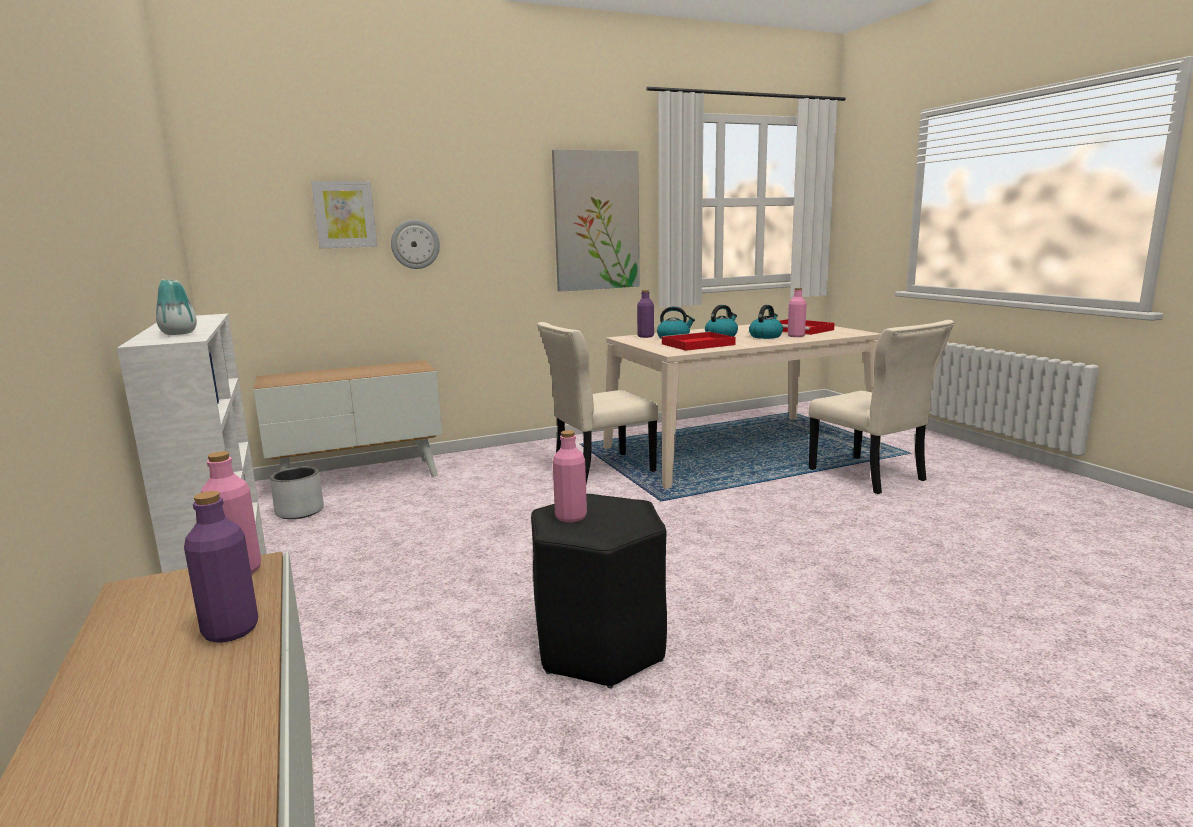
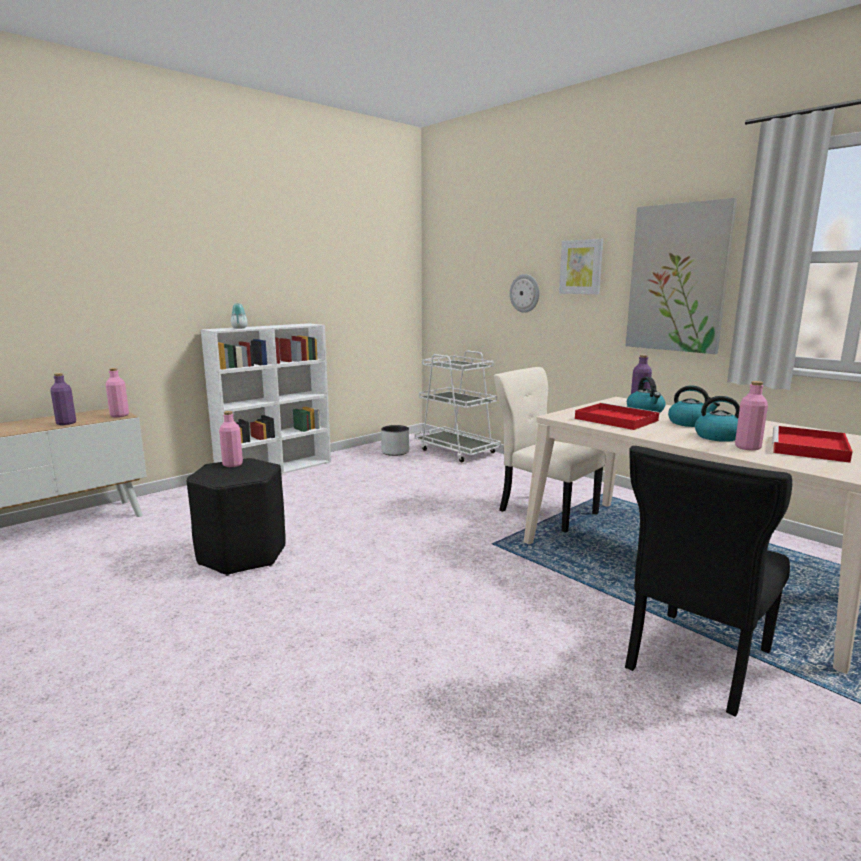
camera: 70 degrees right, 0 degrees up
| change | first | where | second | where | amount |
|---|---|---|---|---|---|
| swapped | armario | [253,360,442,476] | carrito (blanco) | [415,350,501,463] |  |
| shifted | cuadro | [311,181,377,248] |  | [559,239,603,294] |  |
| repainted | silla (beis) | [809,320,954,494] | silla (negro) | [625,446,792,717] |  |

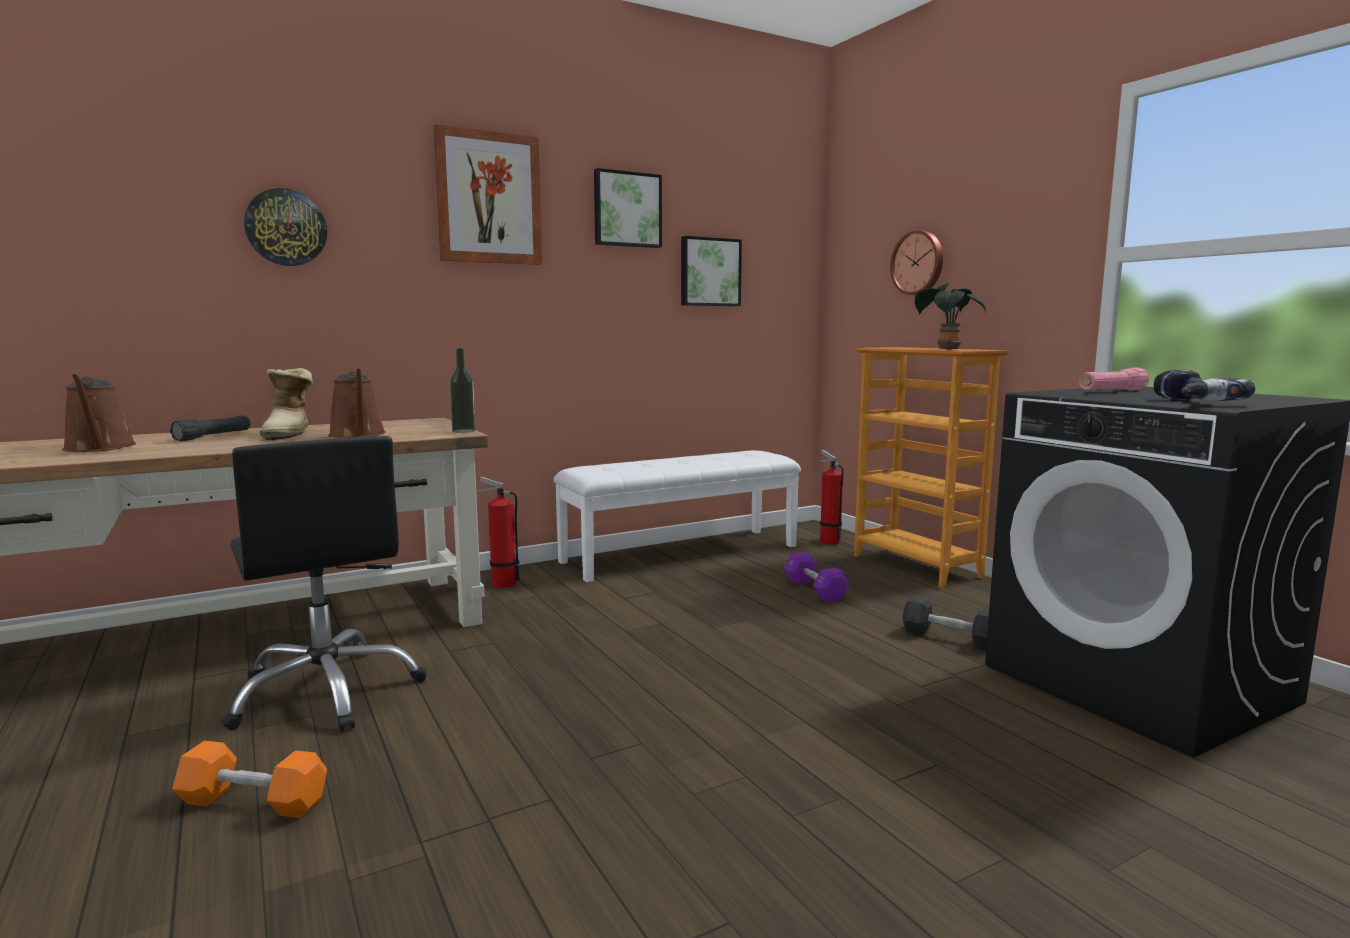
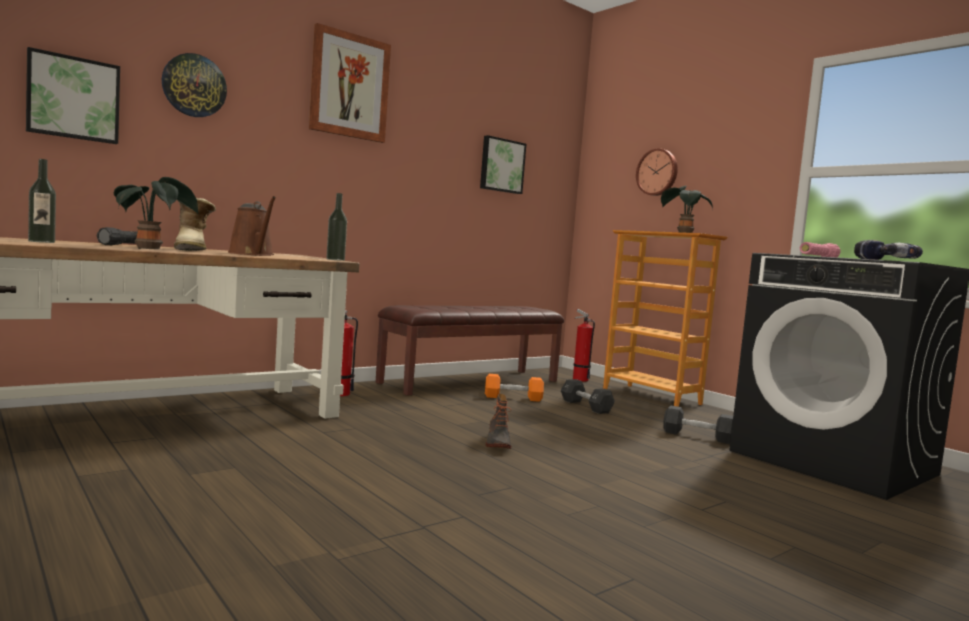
camera: 10 degrees left, 5 degrees down
| change | first | where | second | where | amount |
|---|---|---|---|---|---|
| swapped | regadera (marrón) | [62,374,136,452] | botella | [28,159,56,243] |  |
| shifted | mancuerna (naranja) | [172,741,327,818] |  | [485,374,544,402] |  |
| gone | silla de oficina (negro) | [221,436,427,732] |  |  |  |
| repainted | banco (blanco) | [554,451,801,582] | banco (marrón) | [376,305,564,396] |  |
| shifted | cuadro | [594,168,662,248] |  | [26,47,120,144] |  |
| repainted | mancuerna (morado) | [784,552,850,602] | mancuerna (negro) | [560,379,615,414] |  |
| new |  |  | planta en maceta | [114,177,199,250] |  |
| new |  |  | bota | [485,394,511,449] |  |

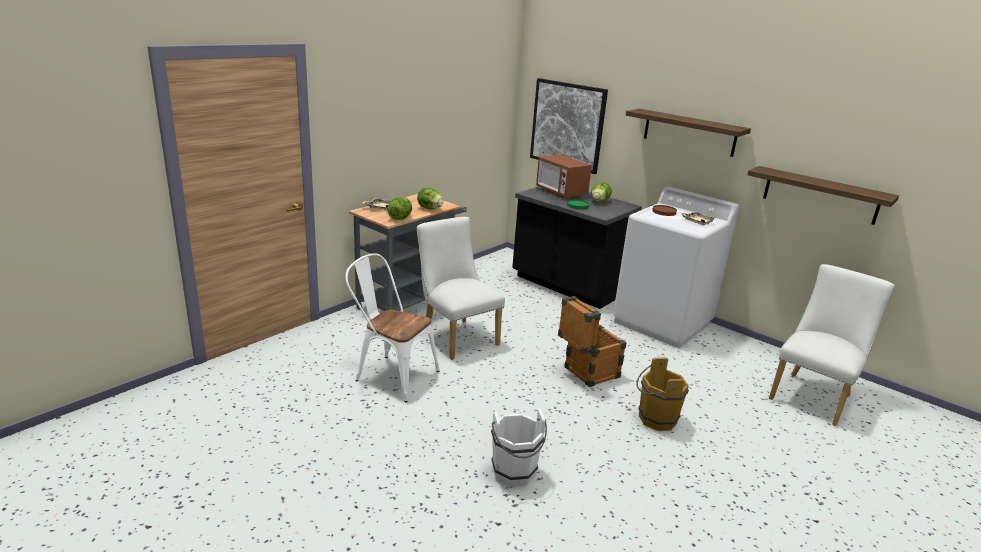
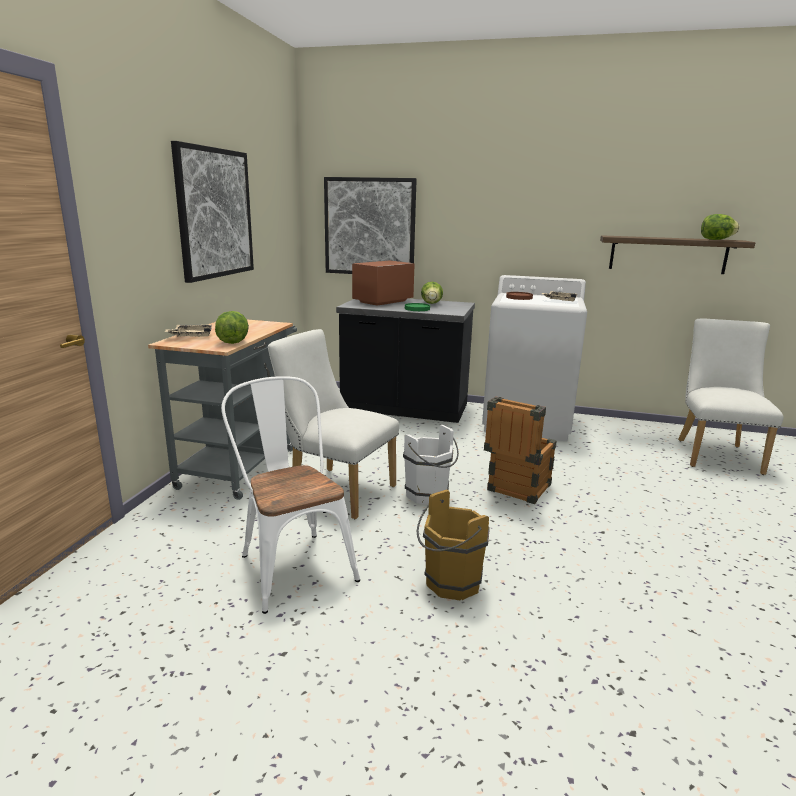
camera: 25 degrees left, 5 degrees down
| change | first | where | second | where | amount |
|---|---|---|---|---|---|
| rotated | silla (blanco) | [346,253,440,402] |  | [221,376,360,614] | 60 degrees clockwise |
| shifted | lechuga | [417,188,443,209] |  | [701,214,740,240] |  |
| shifted | cubo (blanco) | [491,409,547,487] |  | [403,425,459,505] |  |
| rotated | microondas | [536,154,592,199] |  | [352,261,415,306] | 105 degrees clockwise |
| gone | estante | [626,109,751,157] |  |  |  |
| shifted | cubo (marrón) | [636,358,689,431] |  | [417,489,490,600] |  |
| new |  |  | cuadro | [171,141,254,283] |  |

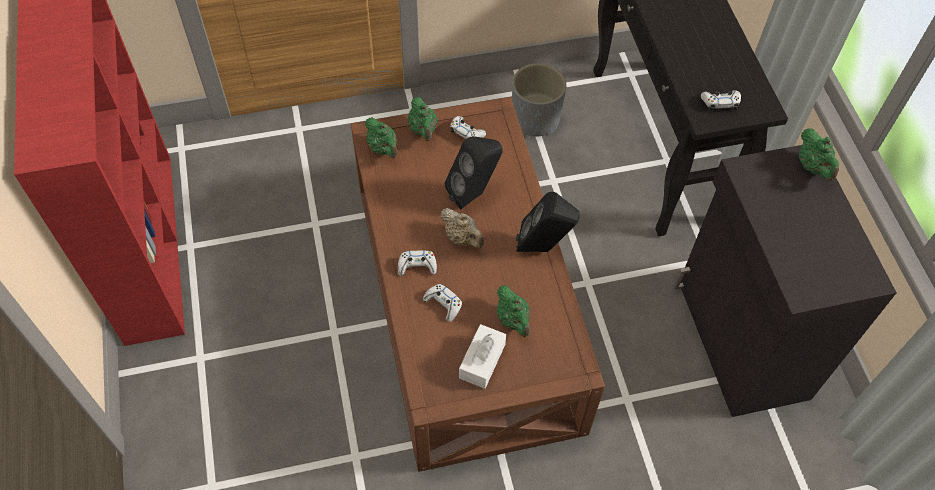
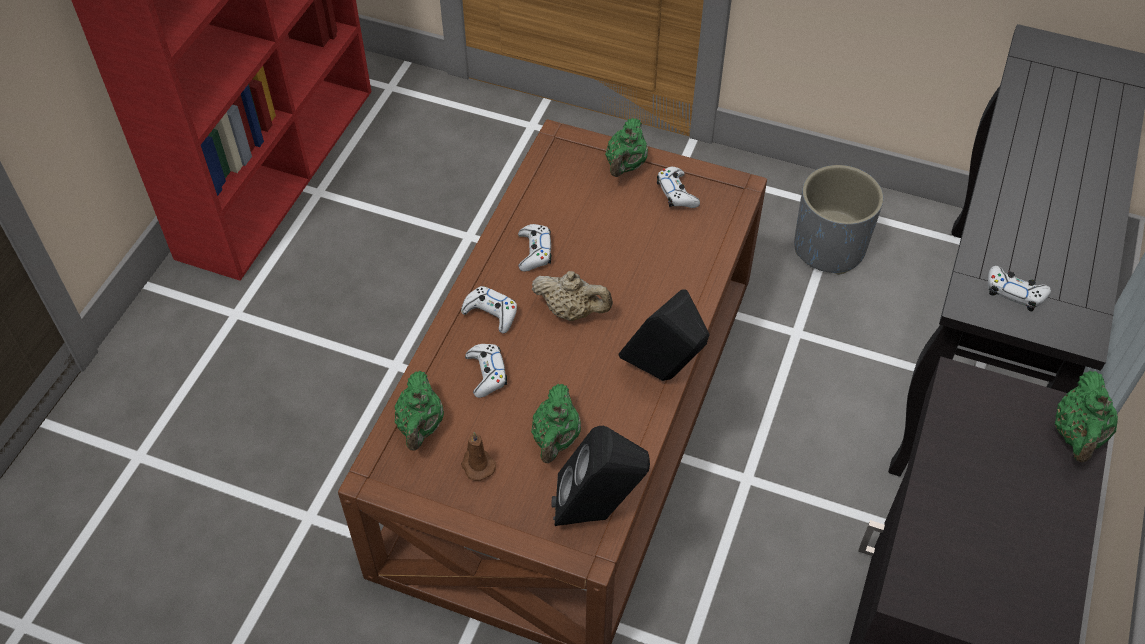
camera: 35 degrees right, 5 degrees down
| change | first | where | second | where | amount |
|---|---|---|---|---|---|
| shifted | tetera (verde) | [365,117,398,158] |  | [395,371,444,451] |  |
| rotated | tetera (beis) | [440,208,484,249] |  | [532,271,613,321] | 60 degrees counterclockwise |
| shifted | altavoz (negro) | [445,136,503,210] |  | [551,426,650,526] |  |
| swapped | caja de pañuelos (blanco) | [459,324,506,389] | vela (marrón) | [461,432,496,481] |  |
| new |  |  | mando de consola (blanco) | [518,224,552,272] |  |

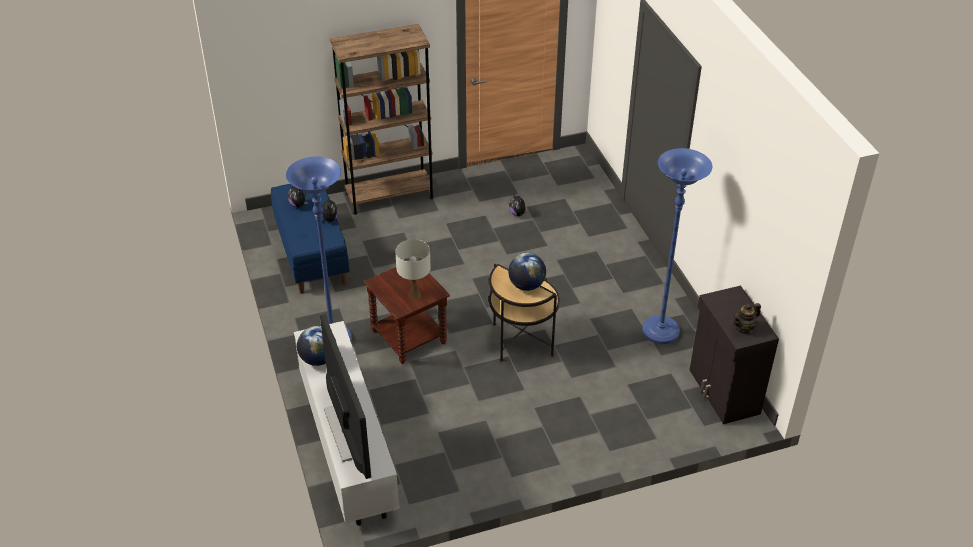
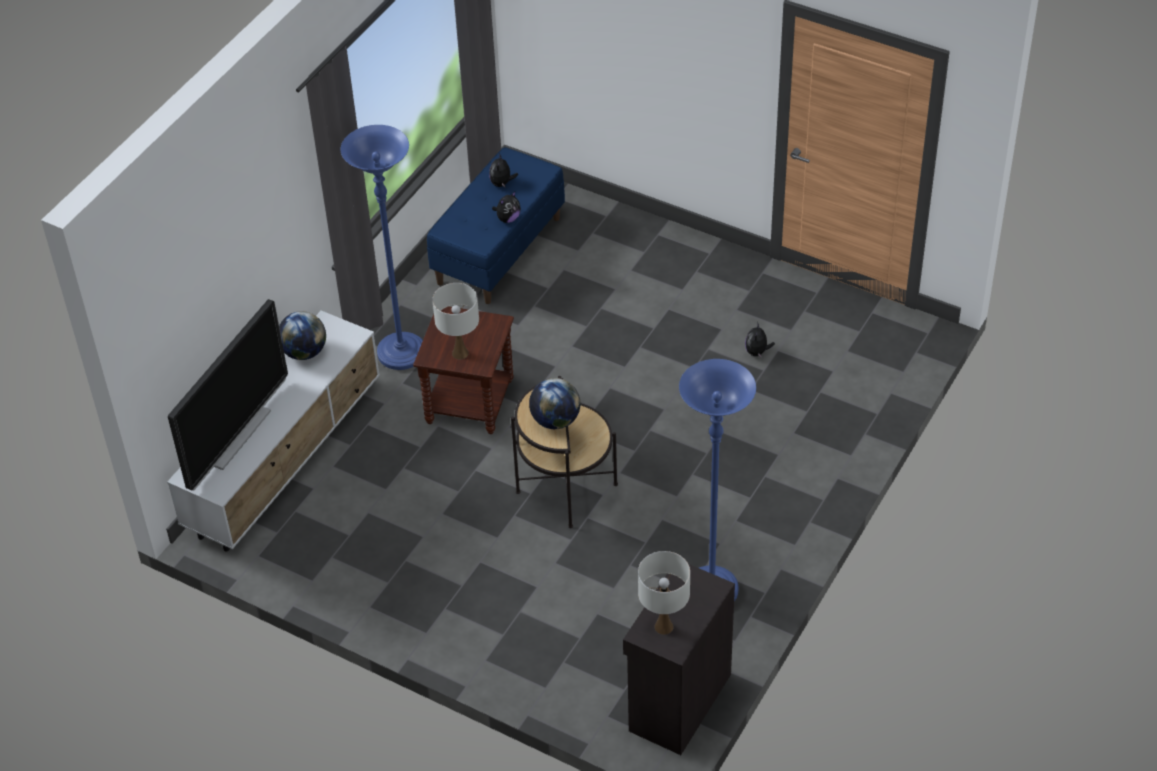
camera: 50 degrees right, 5 degrees up
| change | first | where | second | where | amount |
|---|---|---|---|---|---|
| gone | estantería (marrón) | [330,24,434,215] |  |  |  |
| swapped | tetera | [733,303,761,335] | lámpara de mesa (blanco) | [638,551,690,635] |  |

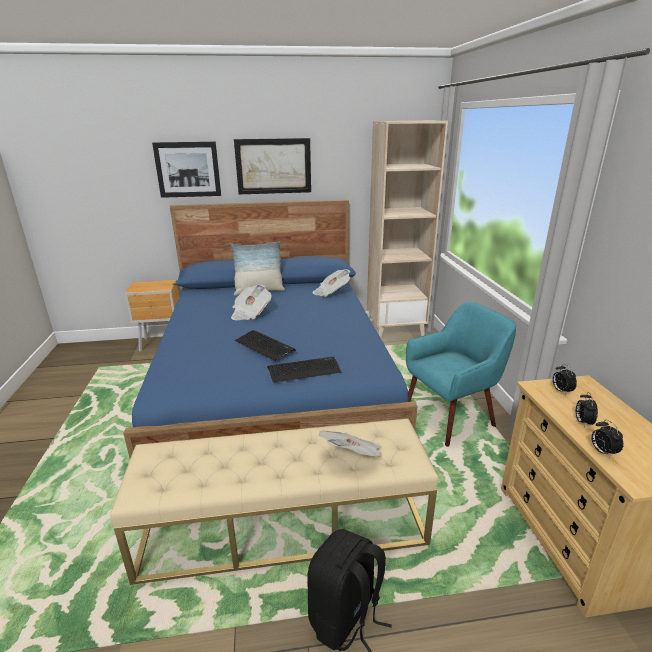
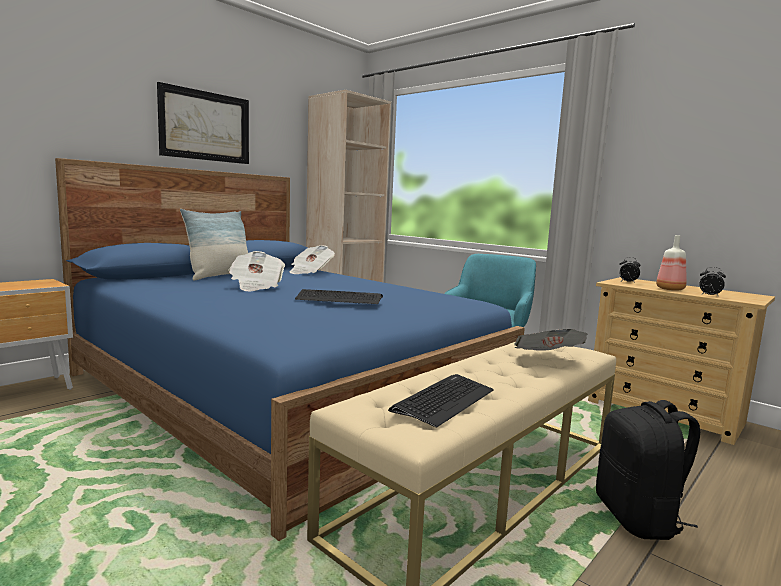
camera: 40 degrees left, 15 degrees down
| change | first | where | second | where | amount |
|---|---|---|---|---|---|
| gone | cuadro | [152,142,221,198] |  |  |  |
| shifted | teclado | [267,357,341,383] |  | [388,374,494,428] |  |
| swapped | despertador | [576,392,598,428] | botella | [656,235,687,291] |  |

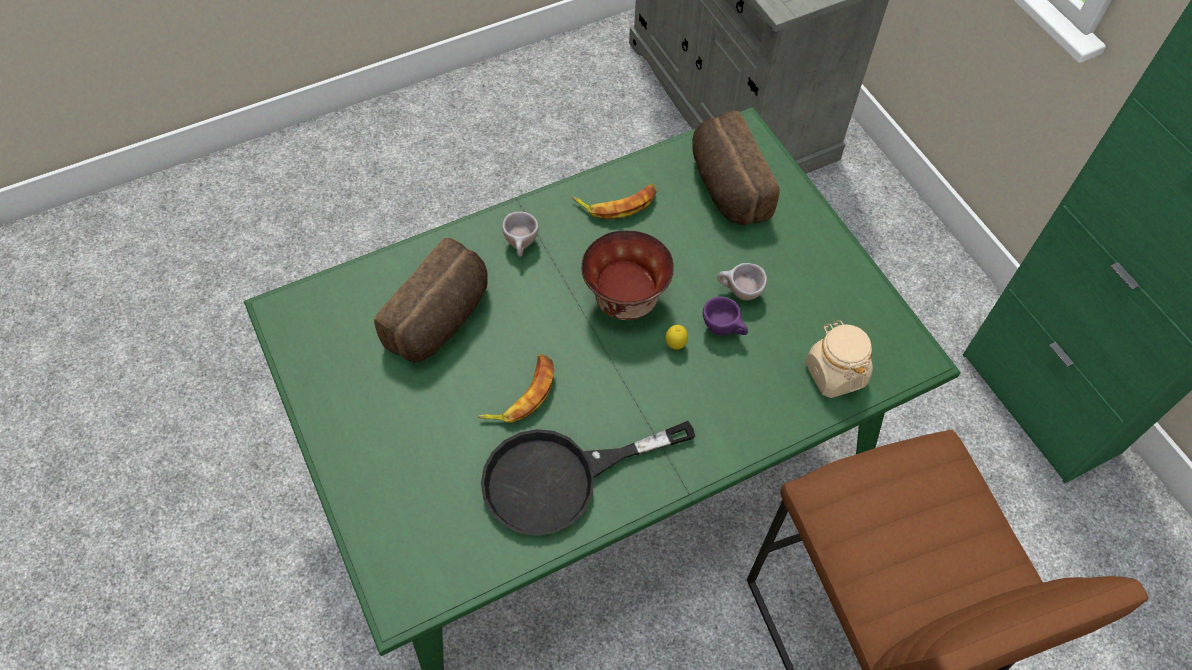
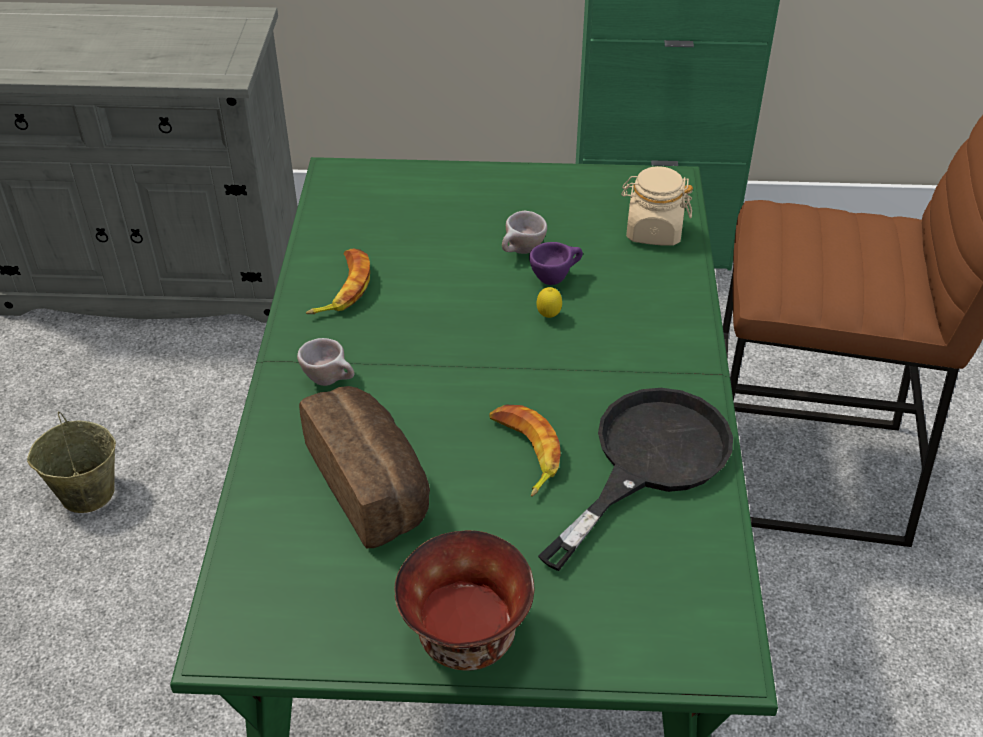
camera: 60 degrees left, 15 degrees down
| change | first | where | second | where | amount |
|---|---|---|---|---|---|
| rotated | sartén (negro) | [481,421,695,536] |  | [538,388,733,571] | 150 degrees counterclockwise |
| shifted | cuenco | [581,230,674,320] |  | [394,530,534,671] |  |
| gone | pan | [692,111,780,225] |  |  |  |
| new |  |  | cubo (beis) | [27,412,116,513] |  |

